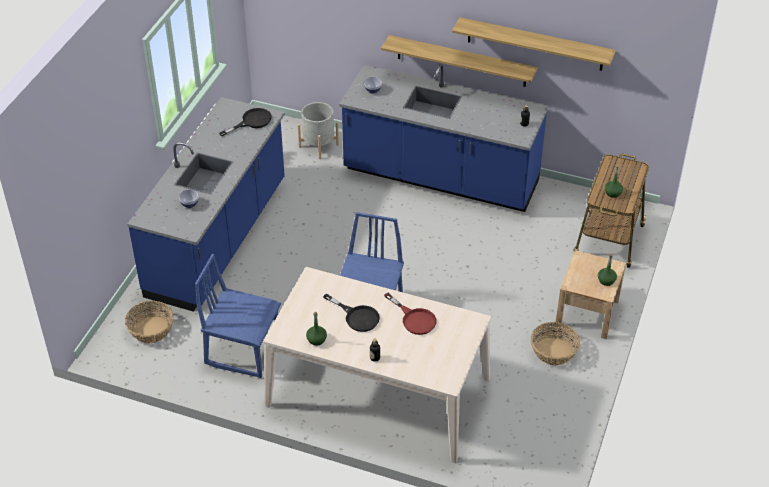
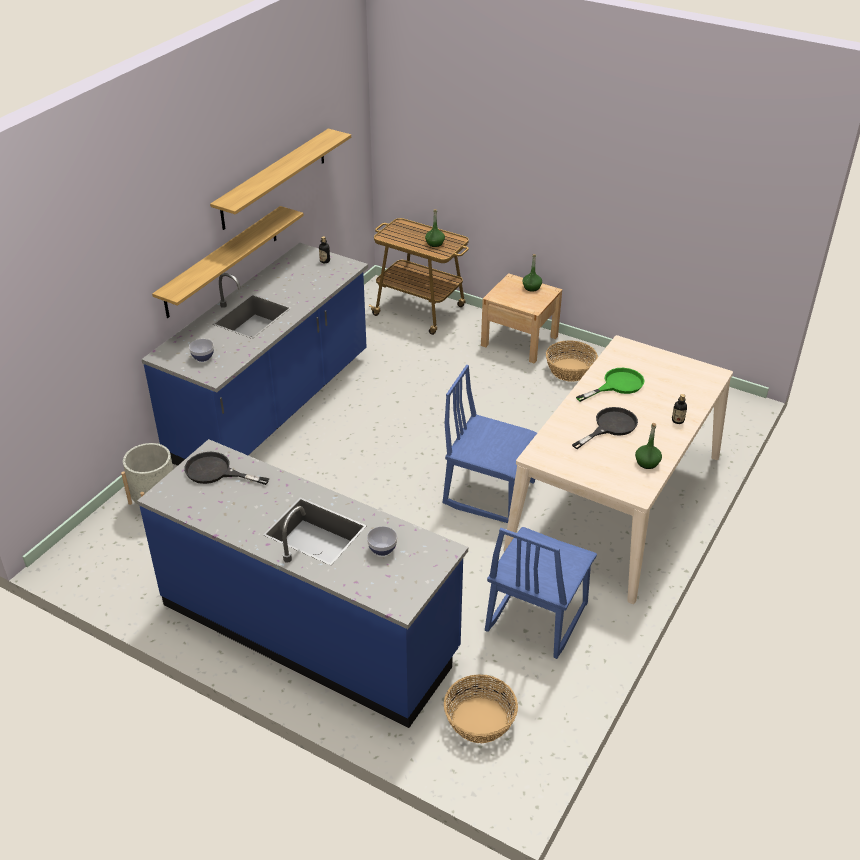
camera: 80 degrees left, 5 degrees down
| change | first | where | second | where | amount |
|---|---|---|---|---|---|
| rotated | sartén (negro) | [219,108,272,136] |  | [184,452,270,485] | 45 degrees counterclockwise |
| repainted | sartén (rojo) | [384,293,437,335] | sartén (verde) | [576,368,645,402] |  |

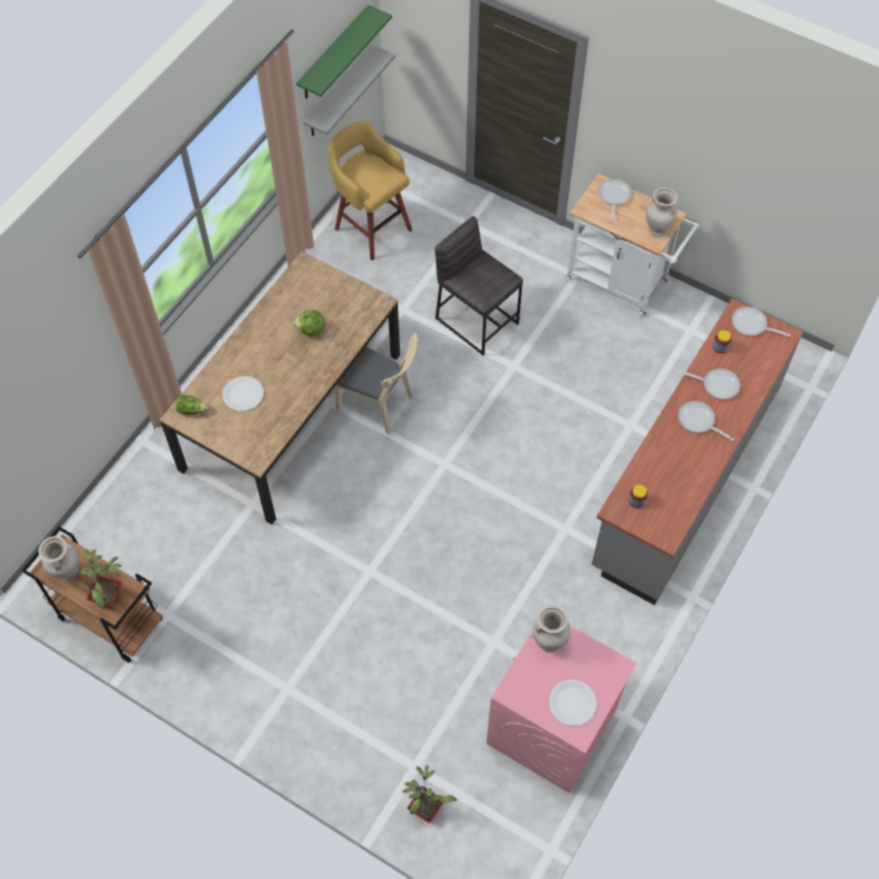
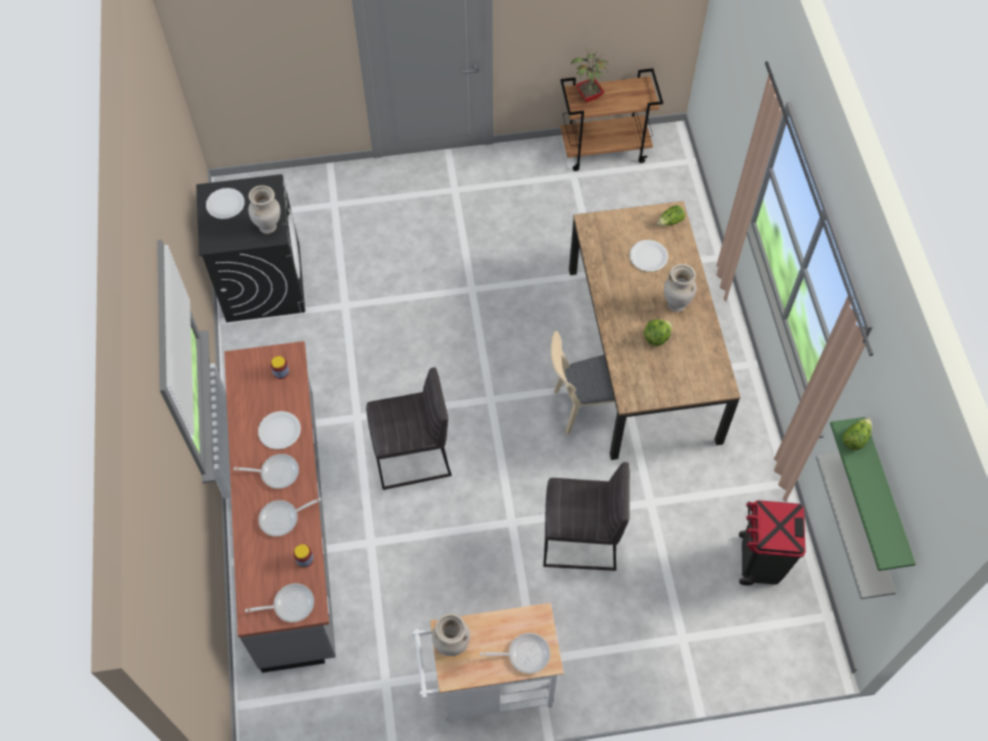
camera: 140 degrees right, 0 degrees up
| change | first | where | second | where | amount |
|---|---|---|---|---|---|
| shifted | florero (beis) | [38,536,79,581] |  | [664,264,697,312] |  |
| swapped | taburete (amarillo) | [328,120,412,261] | papelera (negro) | [739,500,806,585] |  |
| gone | planta en maceta | [402,765,457,824] |  |  |  |
| repainted | lavadora (rosa) | [486,626,637,793] | lavadora (negro) | [196,174,305,322] |  |
| rotated | sartén | [598,179,632,221] |  | [480,633,550,674] | 60 degrees counterclockwise |
| new |  |  | plato (blanco) | [258,411,301,449] |  |
| new |  |  | taburete (gris) | [366,367,452,490] |  |
| new |  |  | lechuga | [842,418,872,450] |  |

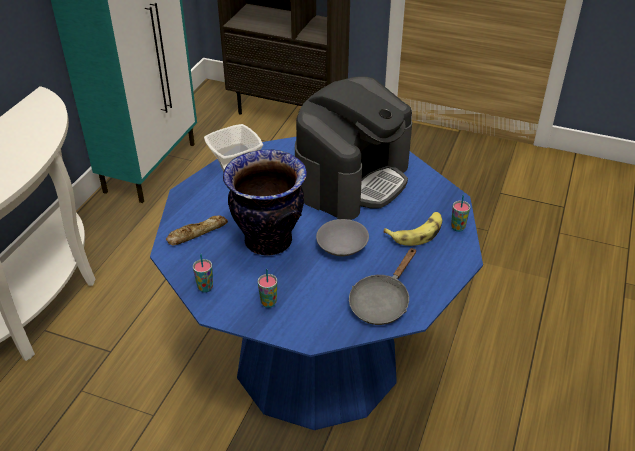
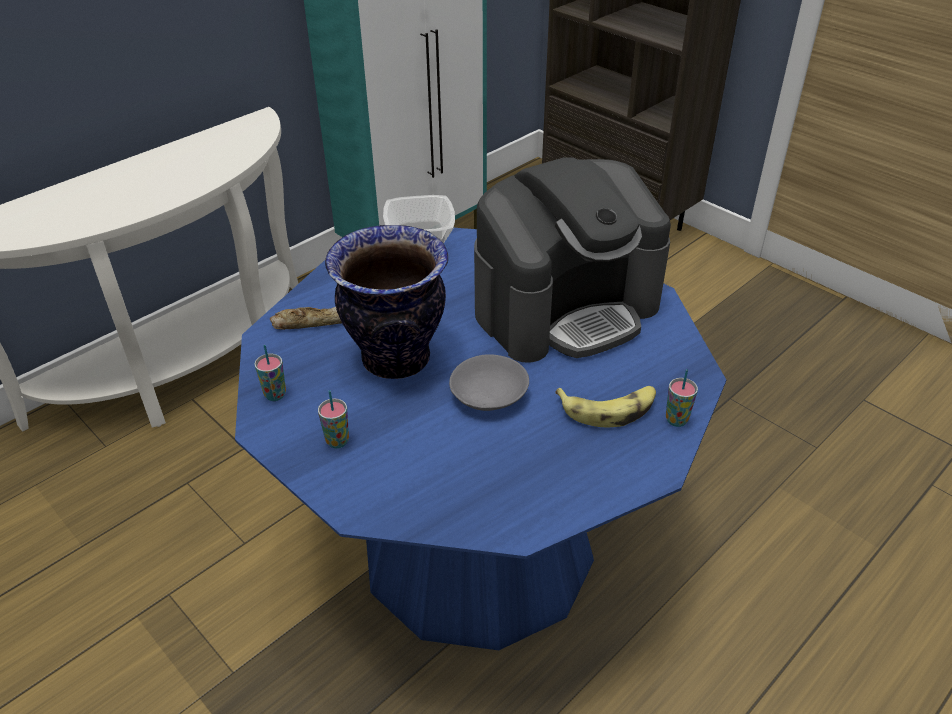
camera: 25 degrees right, 0 degrees up
| change | first | where | second | where | amount |
|---|---|---|---|---|---|
| gone | sartén (gris) | [349,248,416,325] |  |  |  |

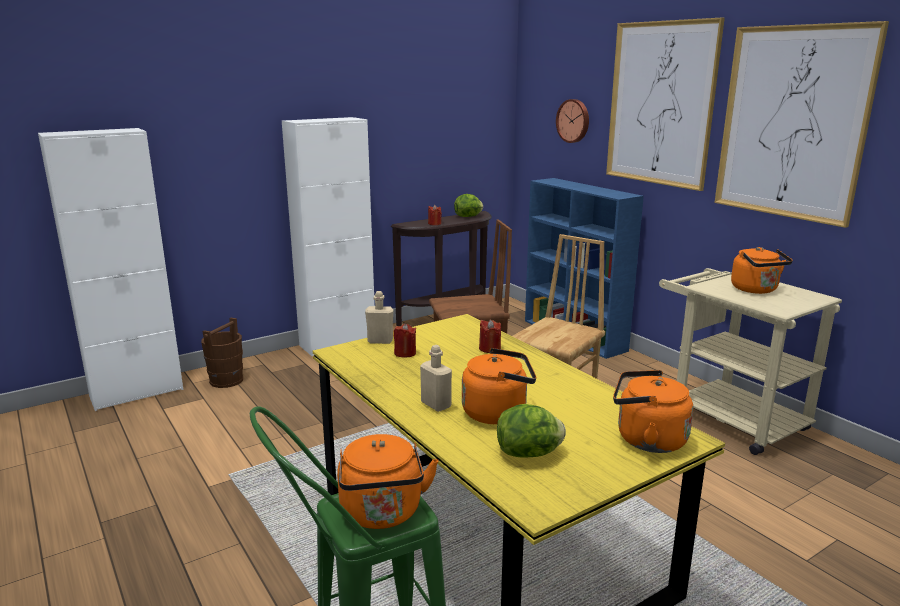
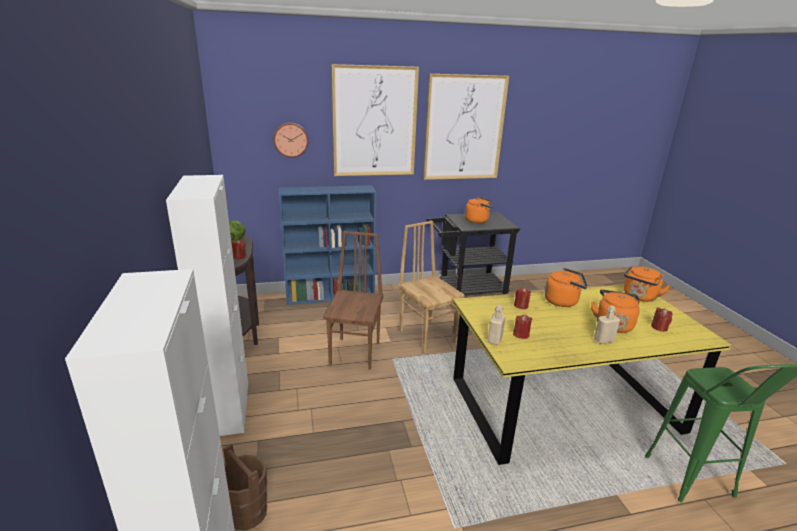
camera: 70 degrees left, 5 degrees up
| change | first | where | second | where | amount |
|---|---|---|---|---|---|
| shifted | hervidor (naranja) | [337,434,438,529] |  | [545,268,588,307] |  |
| swapped | lechuga | [497,404,566,458] | vela (rojo) | [651,307,673,332] |  |
| repainted | carrito (beis) | [659,268,842,455] | carrito (negro) | [426,212,520,295] |  |

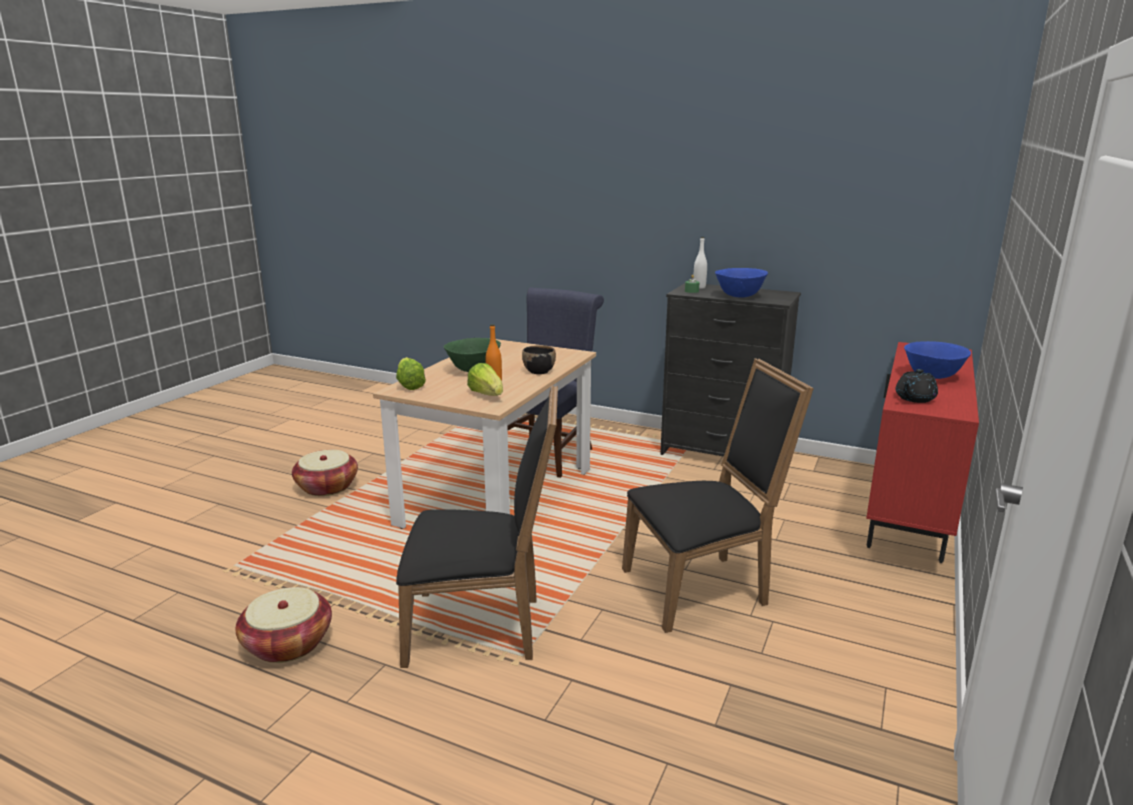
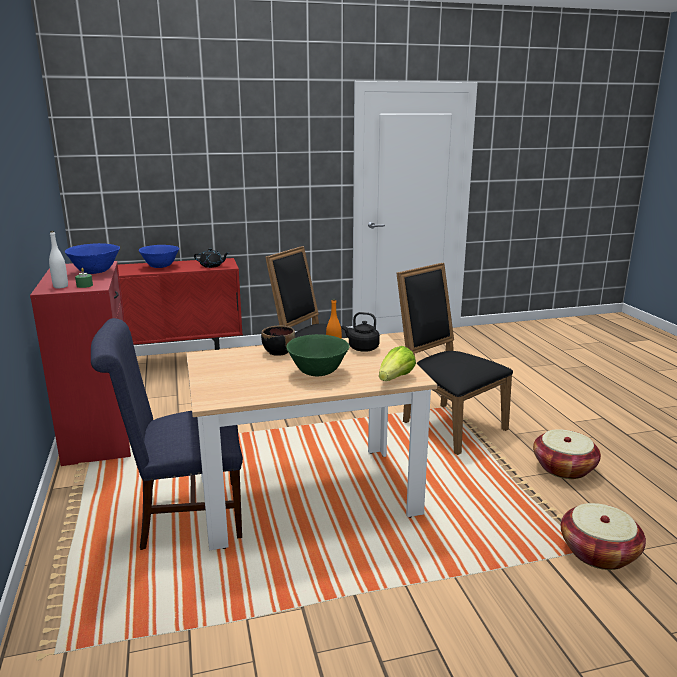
camera: 130 degrees left, 0 degrees up
| change | first | where | second | where | amount |
|---|---|---|---|---|---|
| shifted | cesta | [292,450,358,496] |  | [561,503,646,570] |  |
| swapped | lechuga | [467,363,503,396] | hervidor (negro) | [342,312,380,352] |  |
| repainted | cómoda (negro) | [660,283,801,457] | cómoda (rojo) | [30,261,131,466] |  |

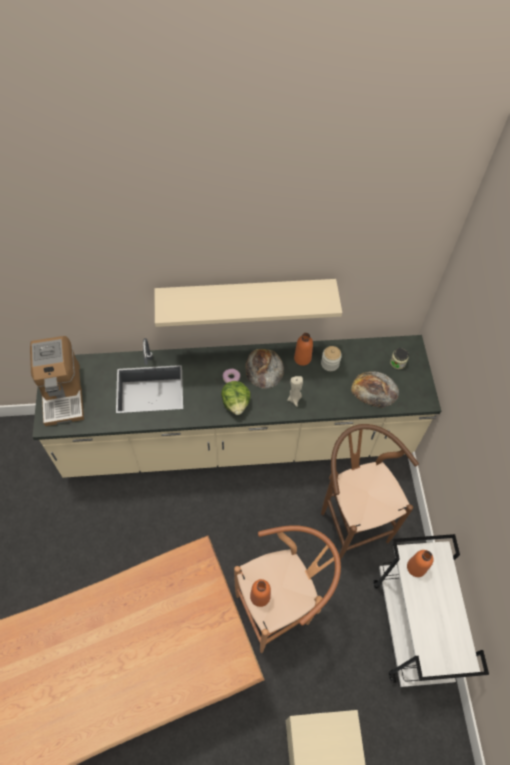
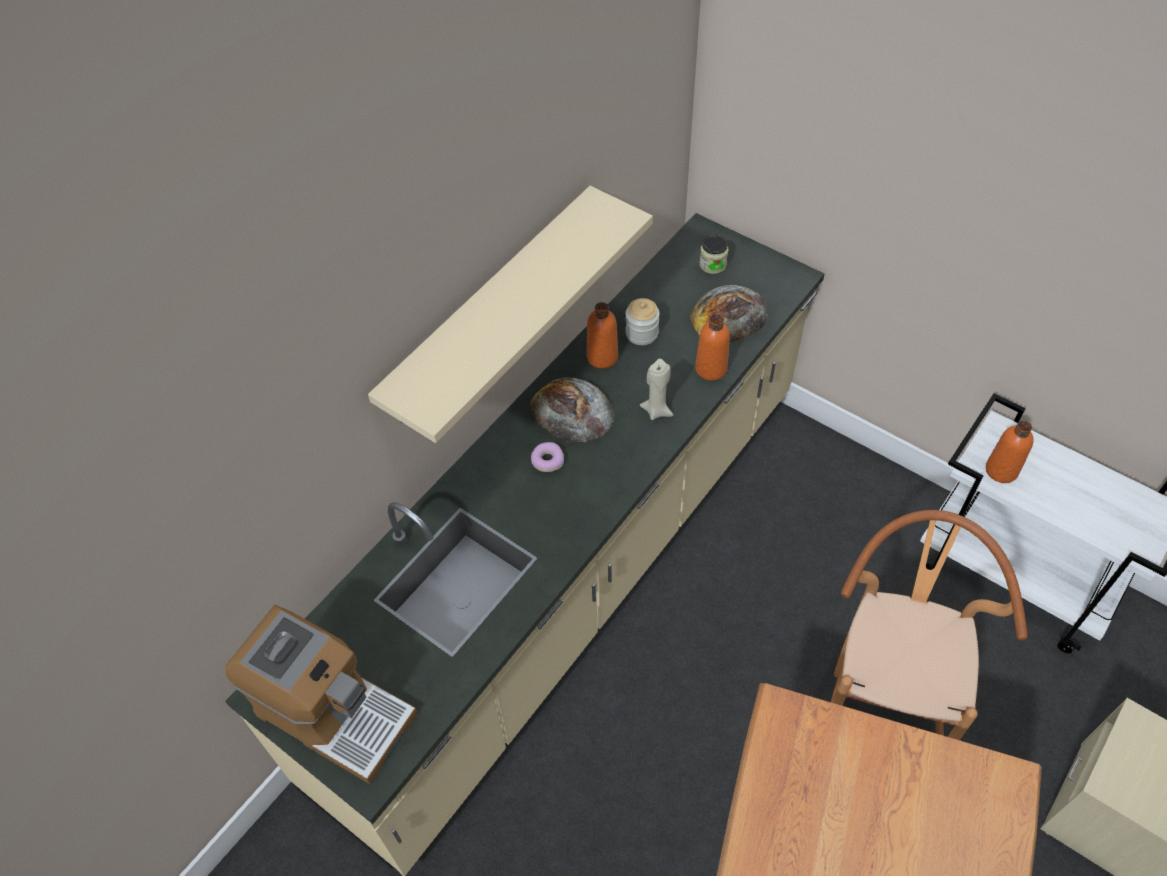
camera: 45 degrees left, 5 degrees down
| change | first | where | second | where | amount |
|---|---|---|---|---|---|
| gone | lechuga | [221,381,251,415] |  |  |  |
| shifted | botella (naranja) | [250,579,271,607] |  | [695,314,730,381] |  |
| gone | taburete (marrón) | [321,424,419,560] |  |  |  |

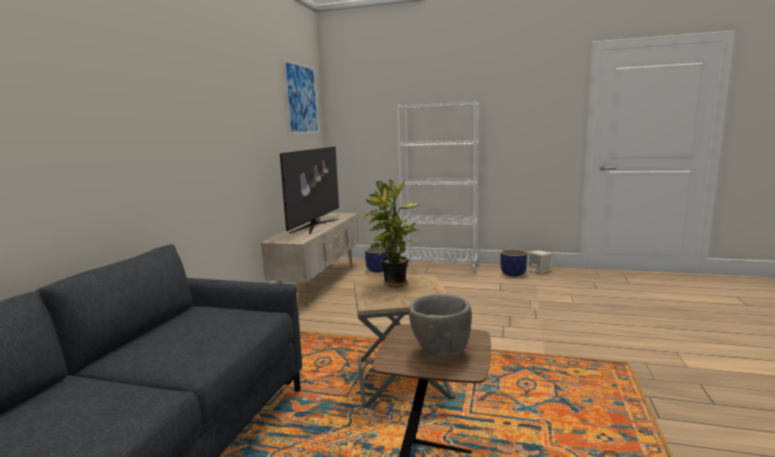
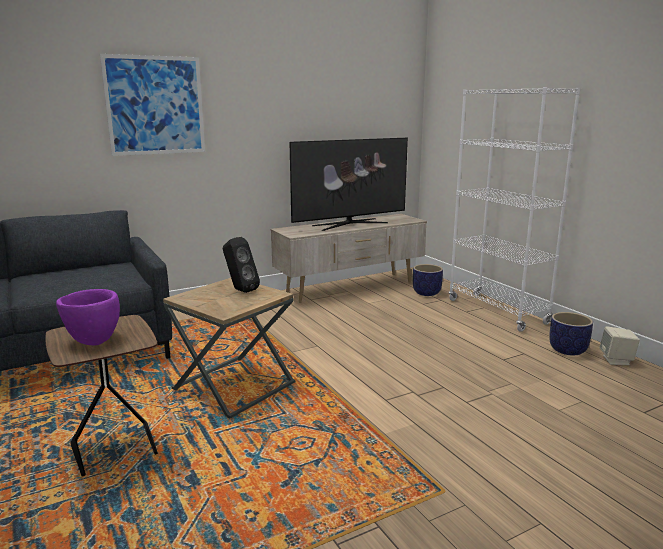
camera: 45 degrees right, 5 degrees up
| change | first | where | second | where | amount |
|---|---|---|---|---|---|
| shifted | cuadro | [283,59,319,135] |  | [100,54,205,156] |  |
| swapped | planta en maceta | [361,180,420,287] | altavoz (negro) | [223,237,260,293] |  |
| repainted | cuenco (gris) | [409,294,472,357] | cuenco (morado) | [56,289,120,346] |  |

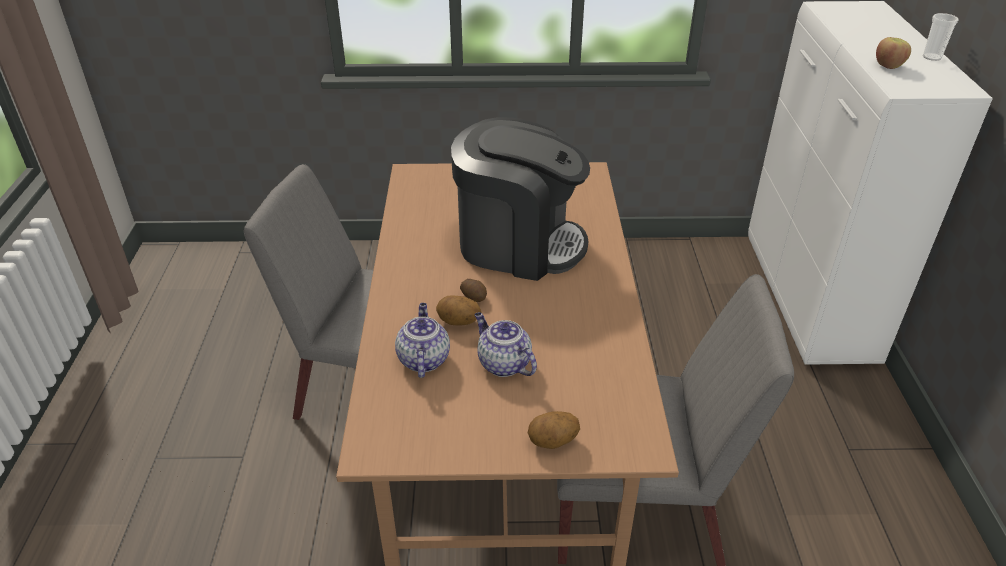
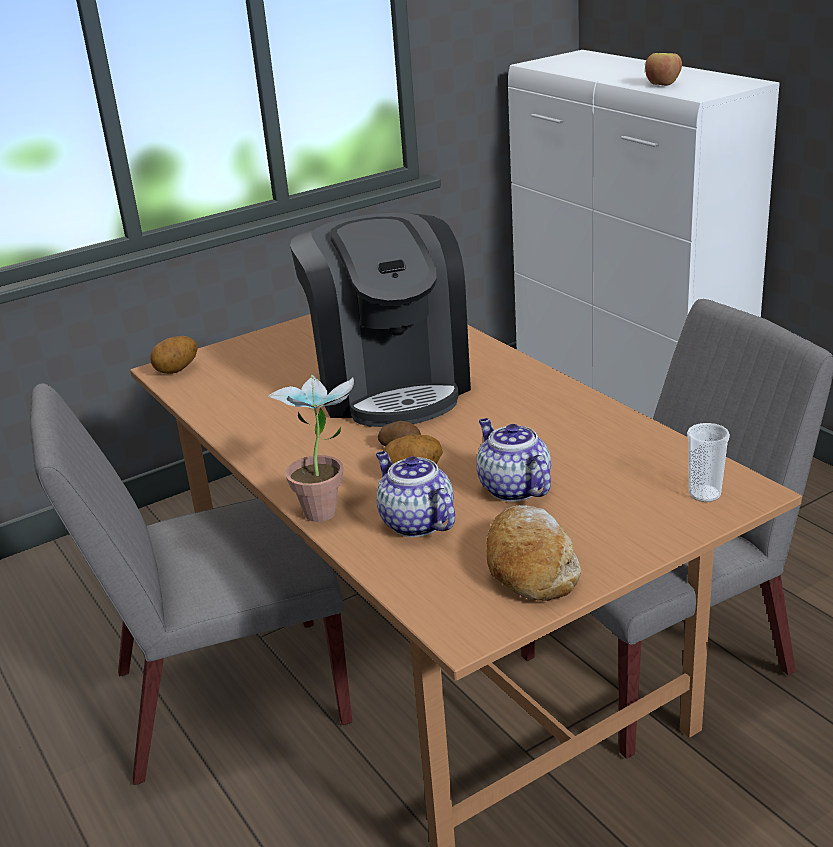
camera: 30 degrees left, 10 degrees down
| change | first | where | second | where | amount |
|---|---|---|---|---|---|
| rotated | cafetera | [451,117,590,281] |  | [290,213,471,427] | 90 degrees clockwise |
| rotated | tetera | [474,312,537,377] |  | [477,418,551,502] | 45 degrees clockwise |
| shifted | patata | [528,411,580,449] |  | [150,336,198,374] |  |
| shifted | taza | [923,13,959,61] |  | [687,423,730,502] |  |
| new |  |  | planta en maceta | [268,375,354,522] |  |
| new |  |  | pan | [486,505,581,601] |  |

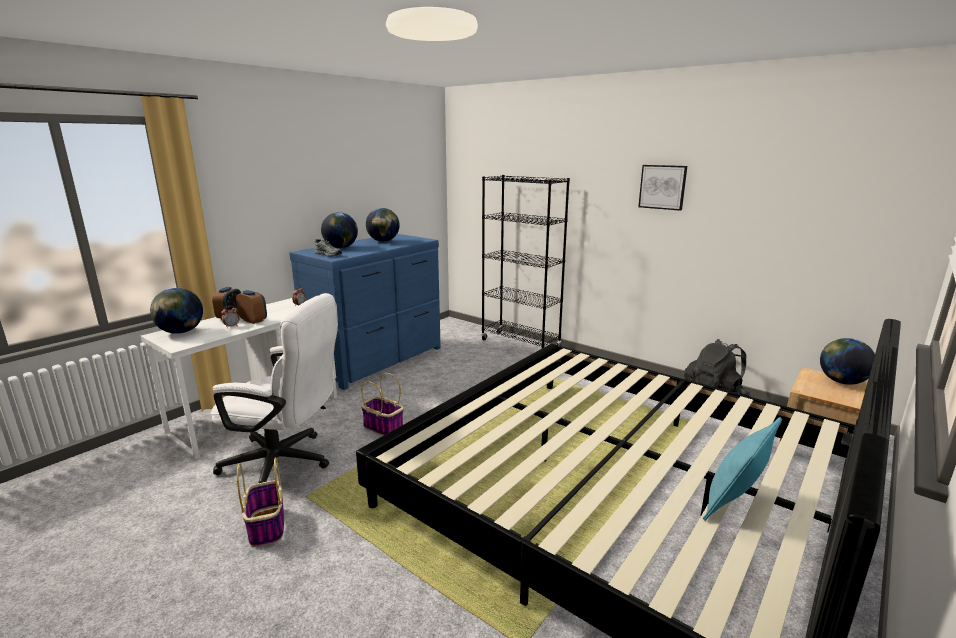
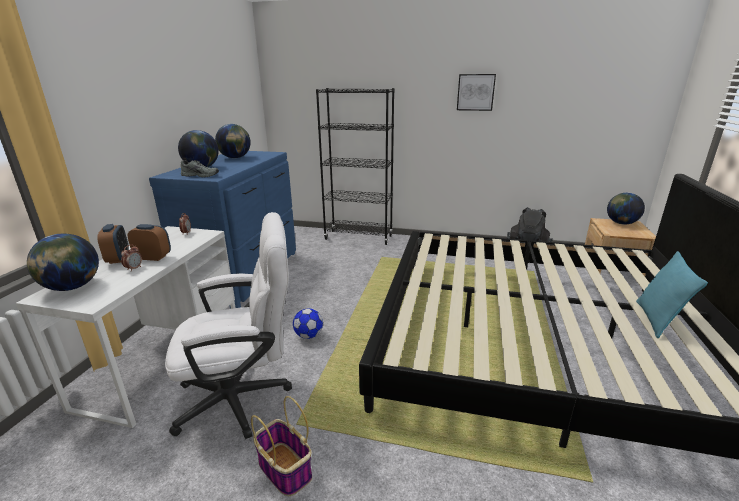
camera: 25 degrees left, 5 degrees up
| change | first | where | second | where | amount |
|---|---|---|---|---|---|
| swapped | cesta | [361,373,403,436] | balón de fútbol | [293,308,323,339] |  |

